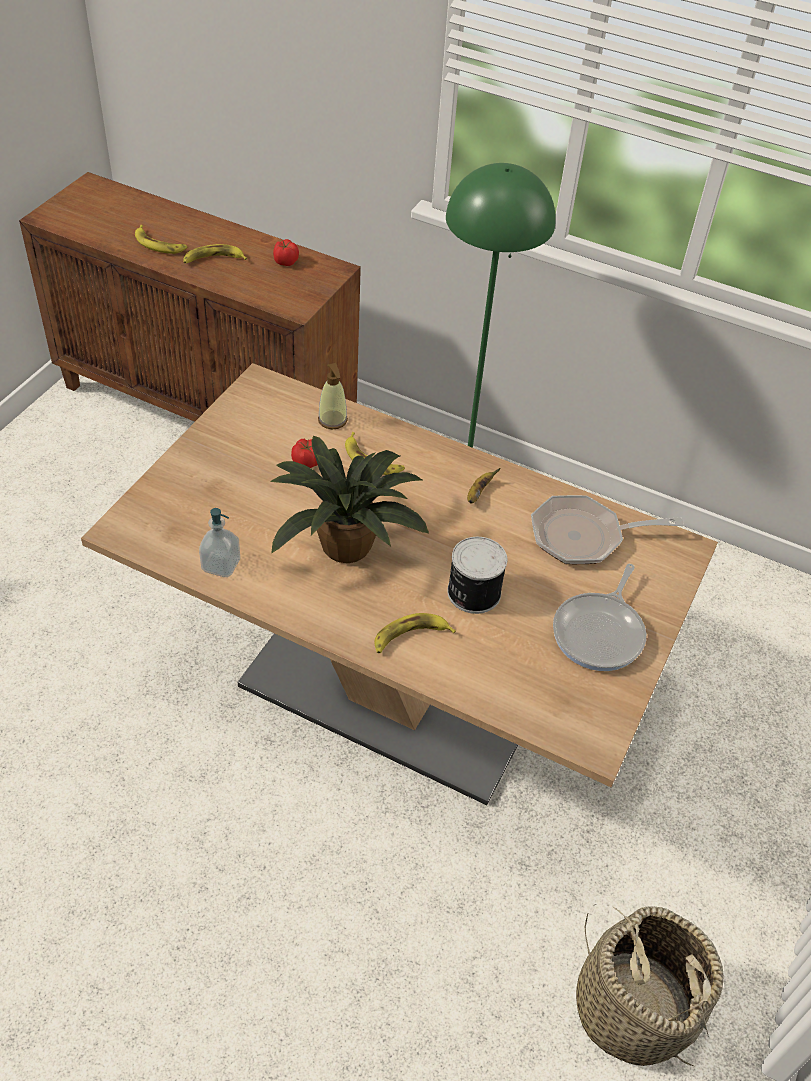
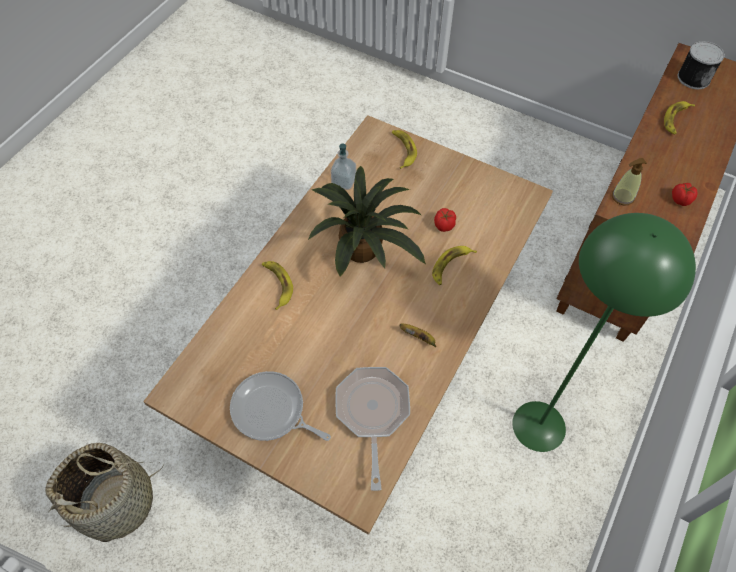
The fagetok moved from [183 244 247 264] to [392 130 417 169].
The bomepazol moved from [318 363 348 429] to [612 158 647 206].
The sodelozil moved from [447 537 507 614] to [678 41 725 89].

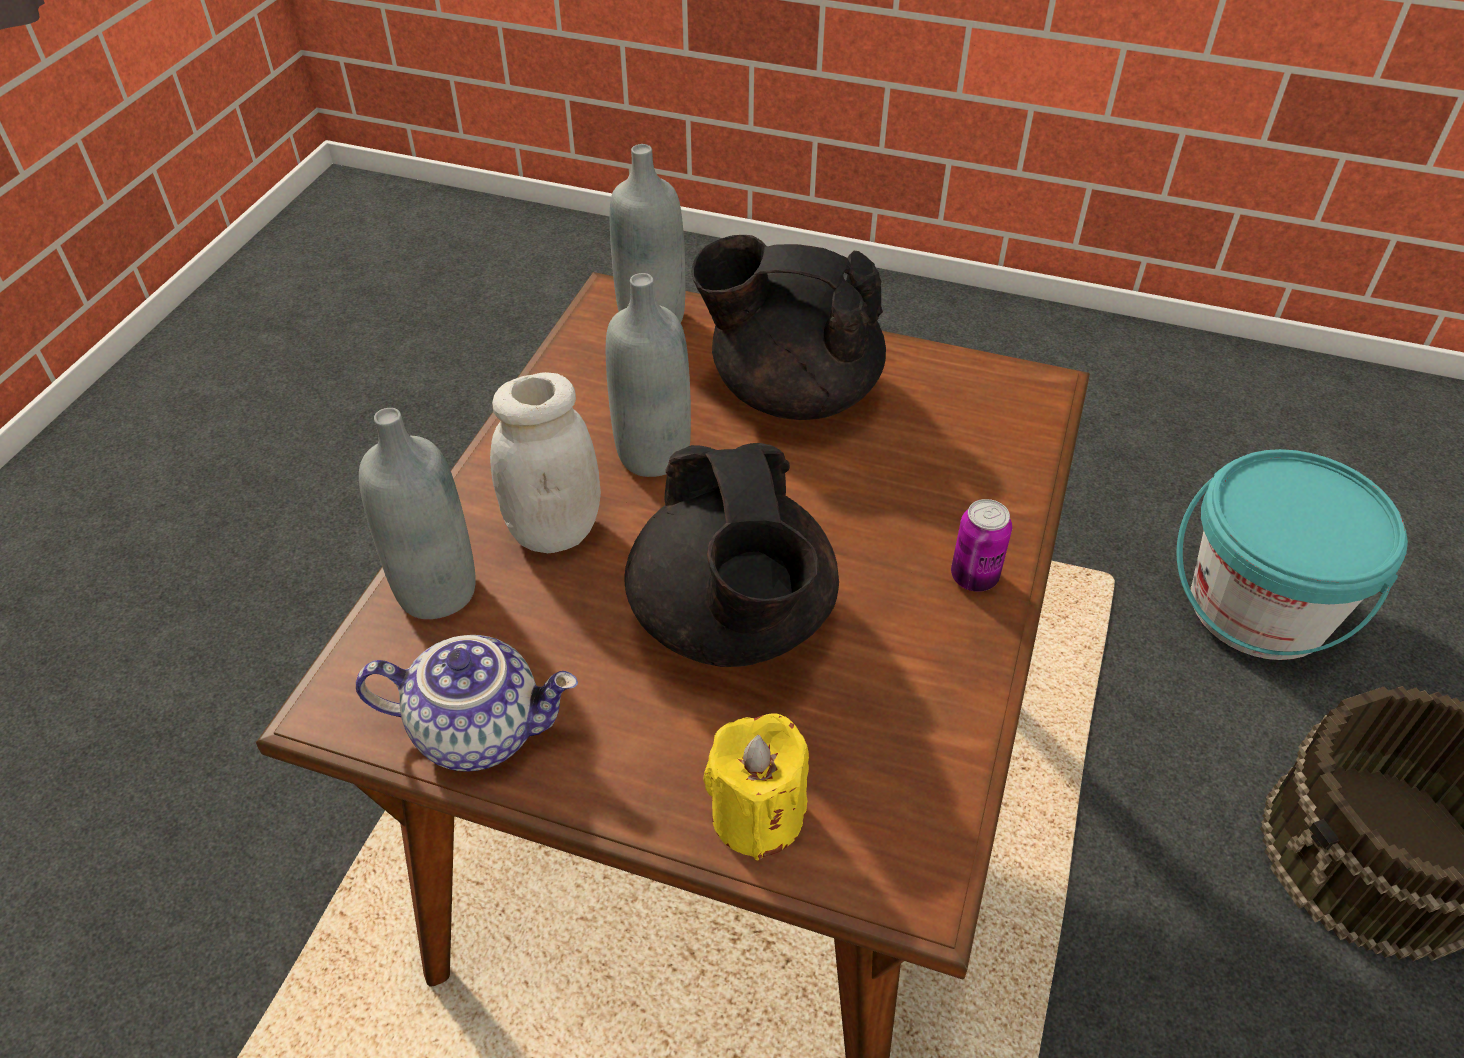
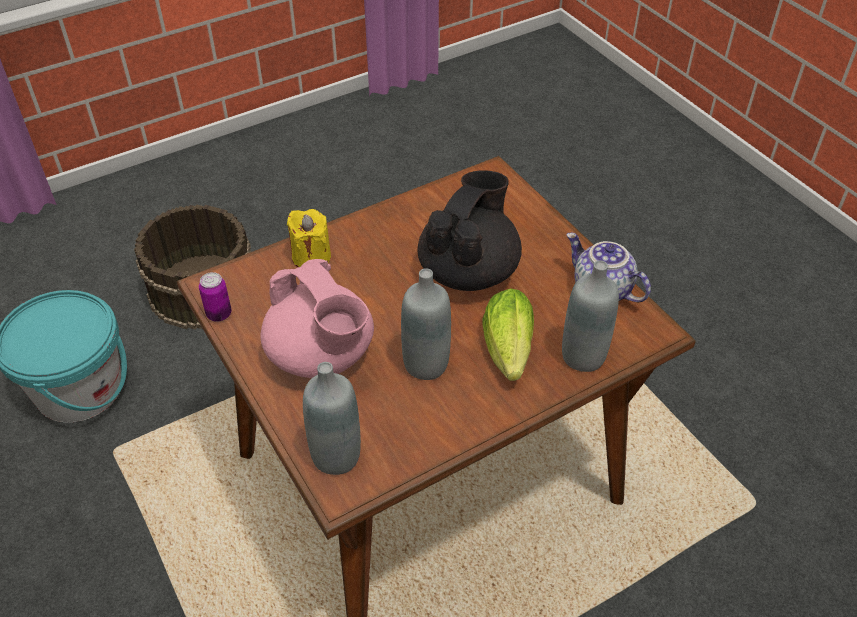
The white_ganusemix at [490 372 601 553] was replaced by the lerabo at [483 289 534 381].
The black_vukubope at [691 235 886 420] became the pink_vukubope at [261 259 374 378].
The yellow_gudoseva moved from [703 714 809 861] to [287 209 331 267].
The sodelozil moved from [951 499 1012 592] to [199 272 232 322].

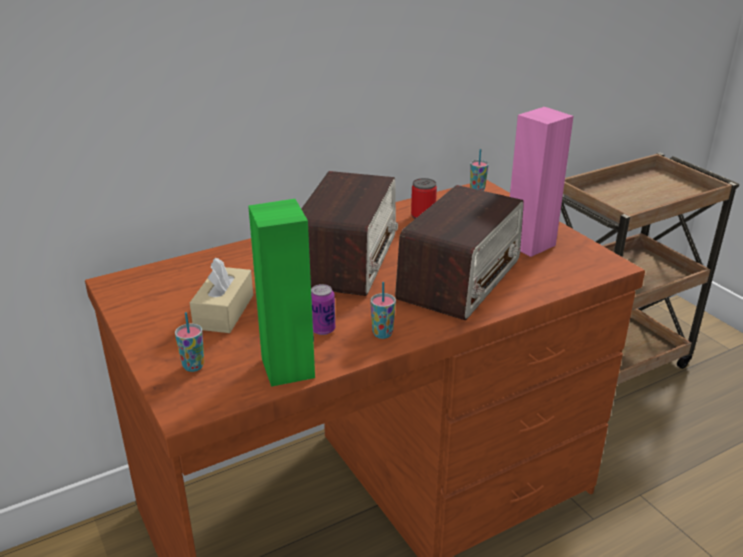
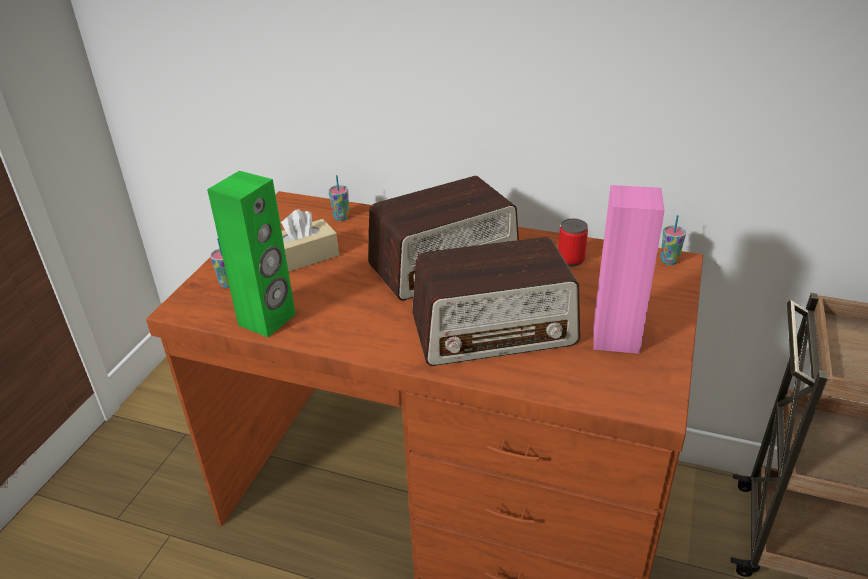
The sodelozil at [311 284 335 335] disappeared.
The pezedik moved from [370 282 396 339] to [328 175 349 221].

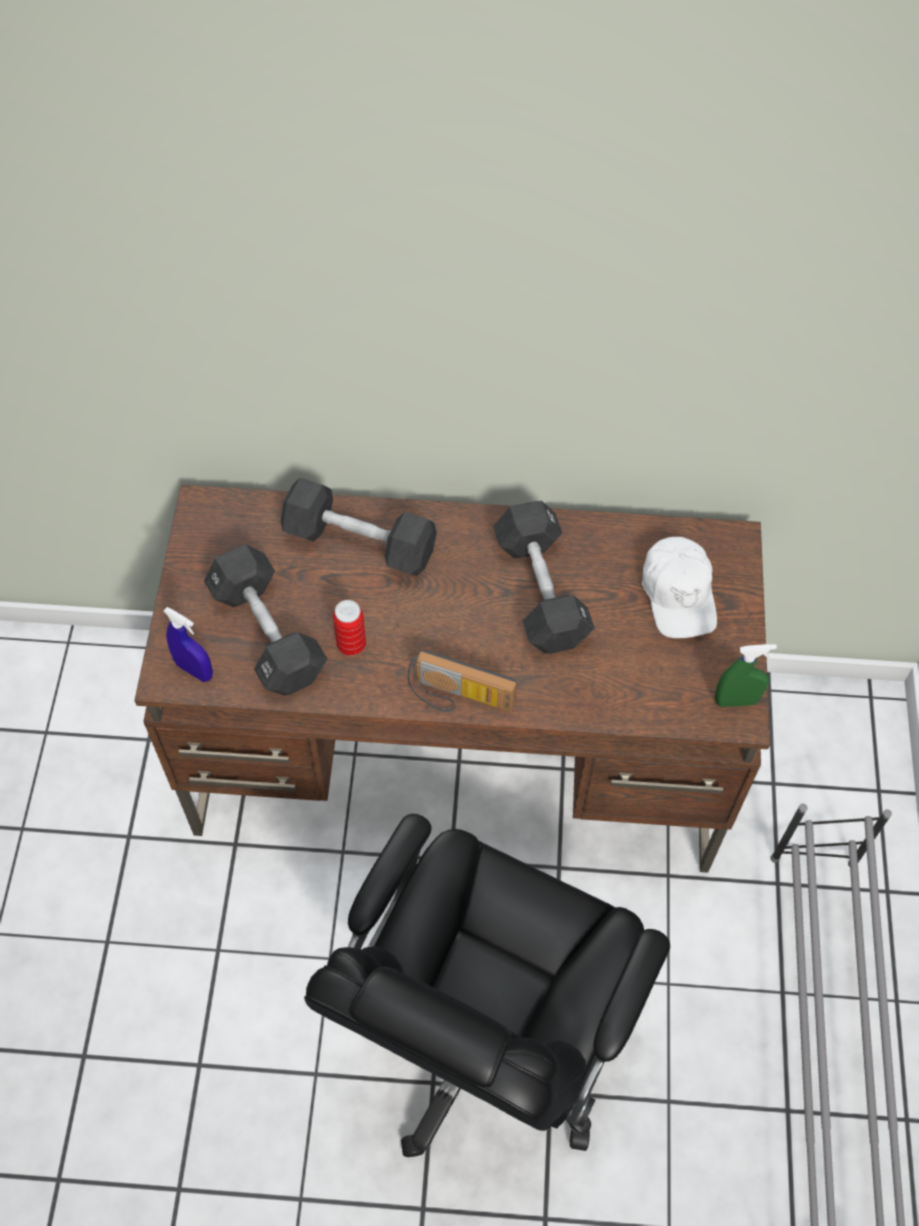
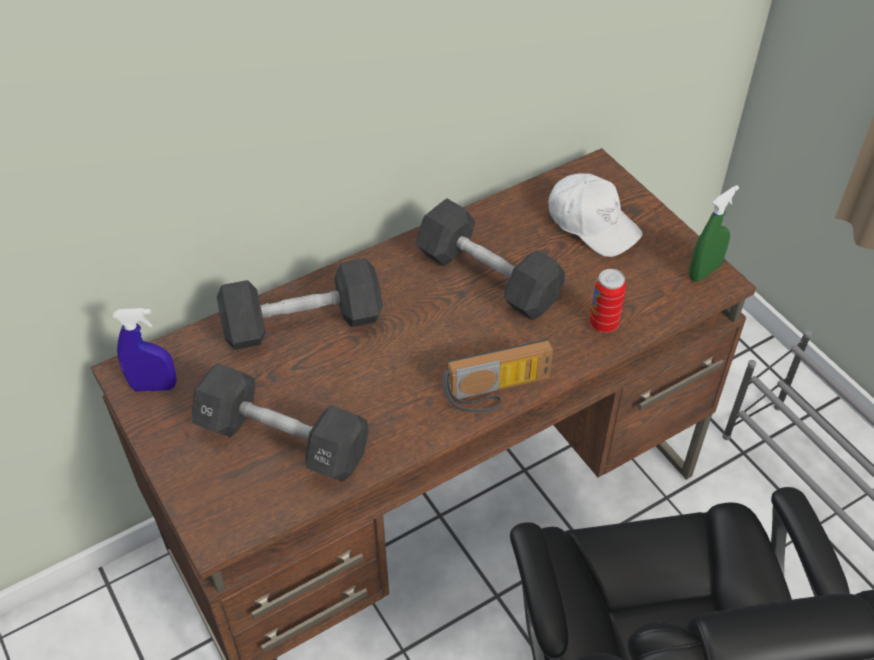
The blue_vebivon moved from [164 607 213 682] to [113 308 177 391].
The sodelozil moved from [333 600 366 656] to [590 269 626 333].

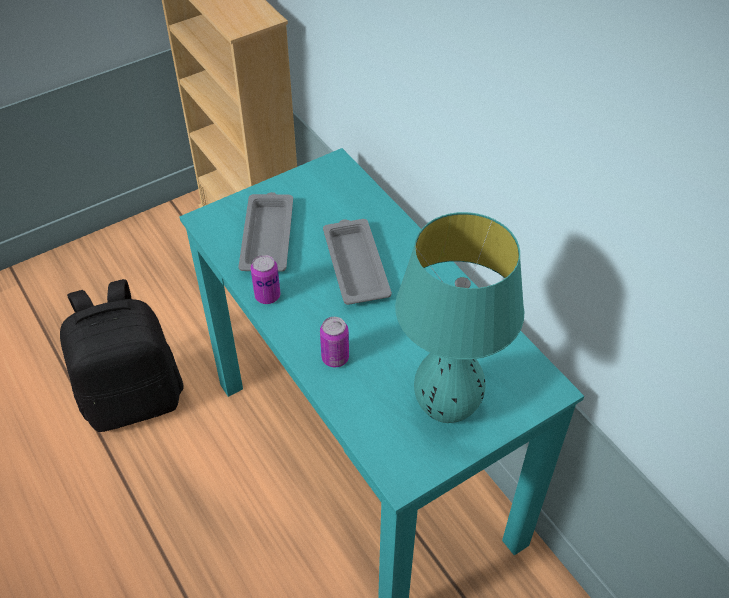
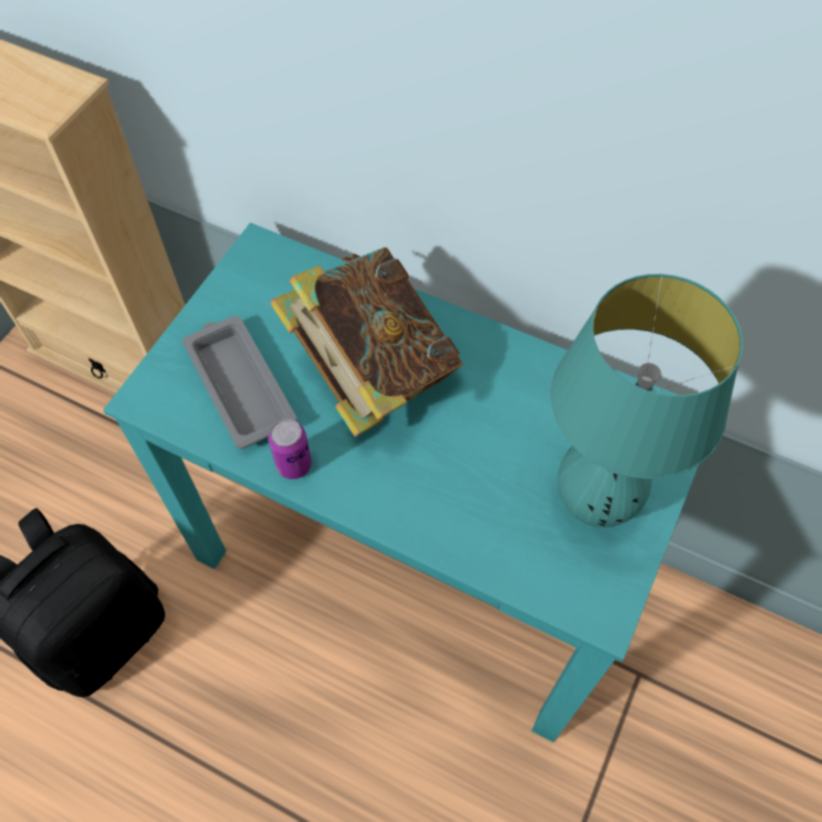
The sodelozil at [320 317 349 367] disappeared.
The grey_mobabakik at [323 219 392 305] was replaced by the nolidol at [270 247 463 437].

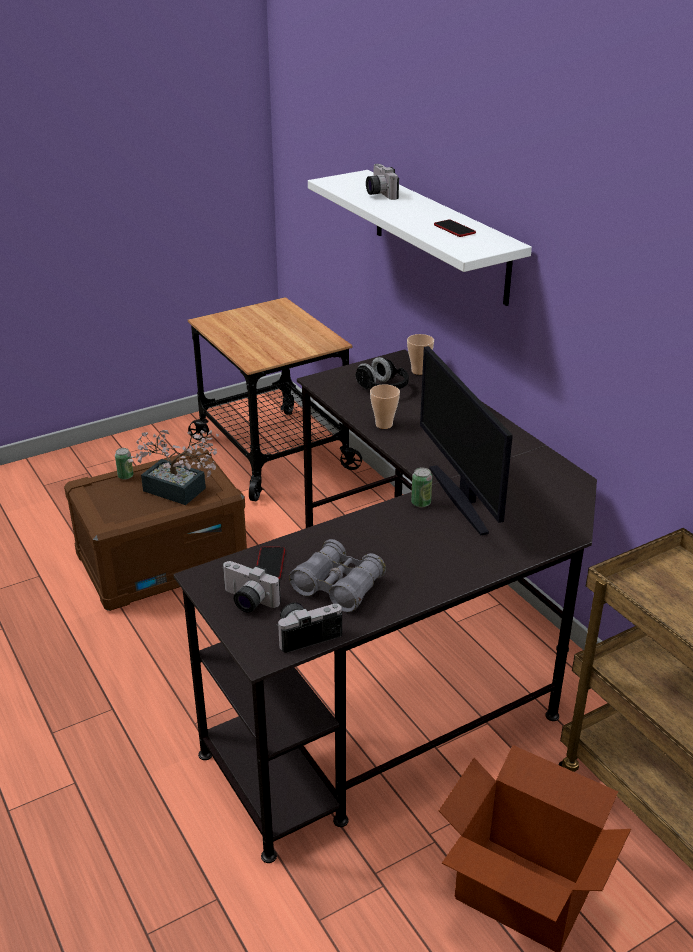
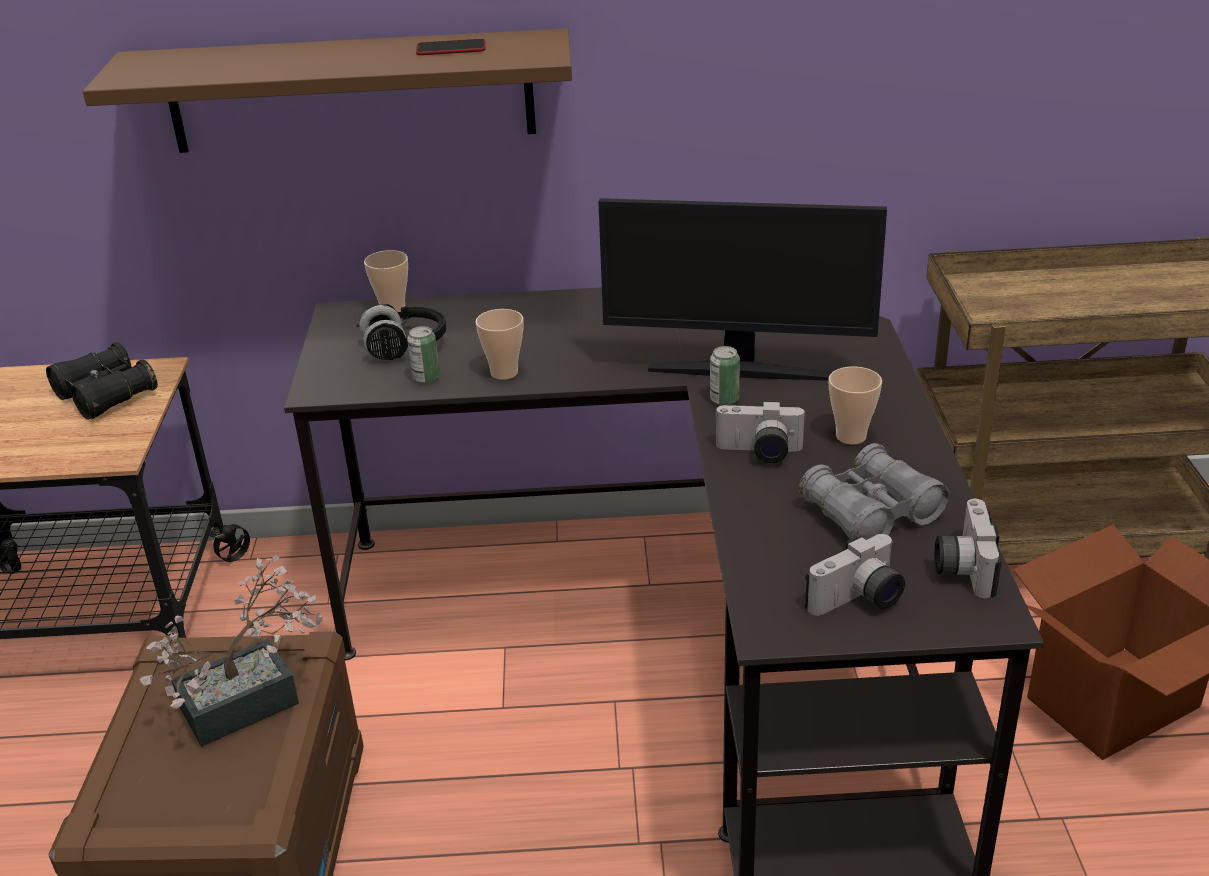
The sodelozil moved from [115 448 134 480] to [407 326 440 383].
The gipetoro at [257 546 285 579] disappeared.
The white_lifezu at [308 170 532 306] became the brown_lifezu at [83 28 572 153].
The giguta moved from [366 164 399 200] to [715 400 806 463].
The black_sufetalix at [46 342 158 420] appeared.
The pezedik at [828 366 882 445] appeared.

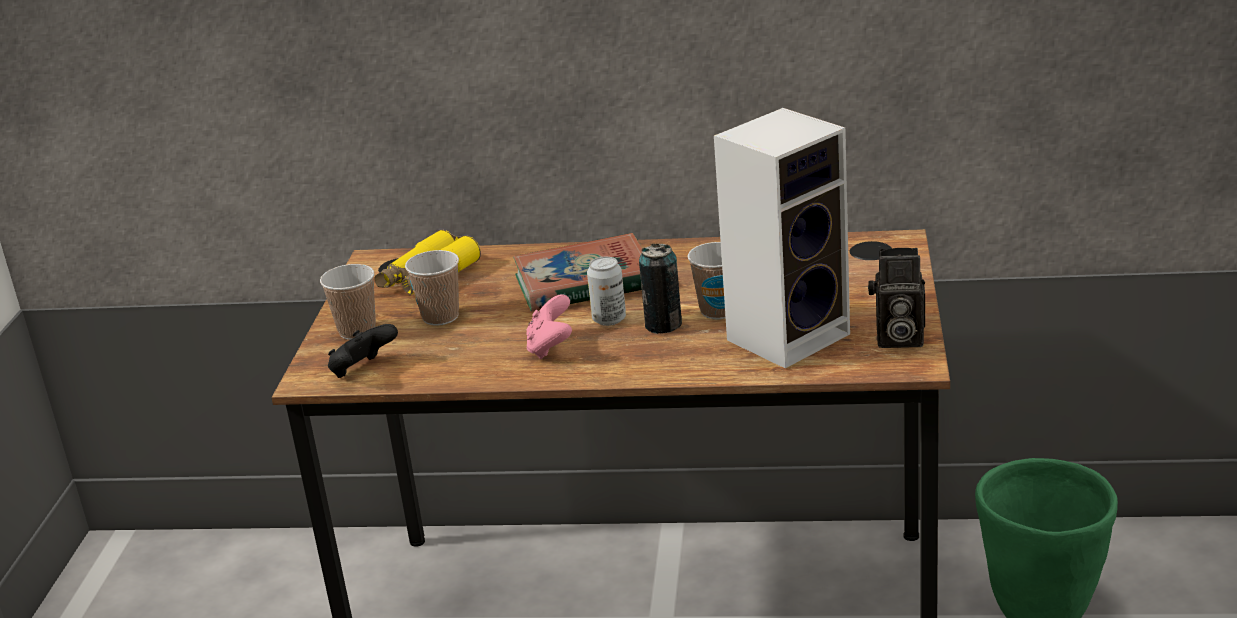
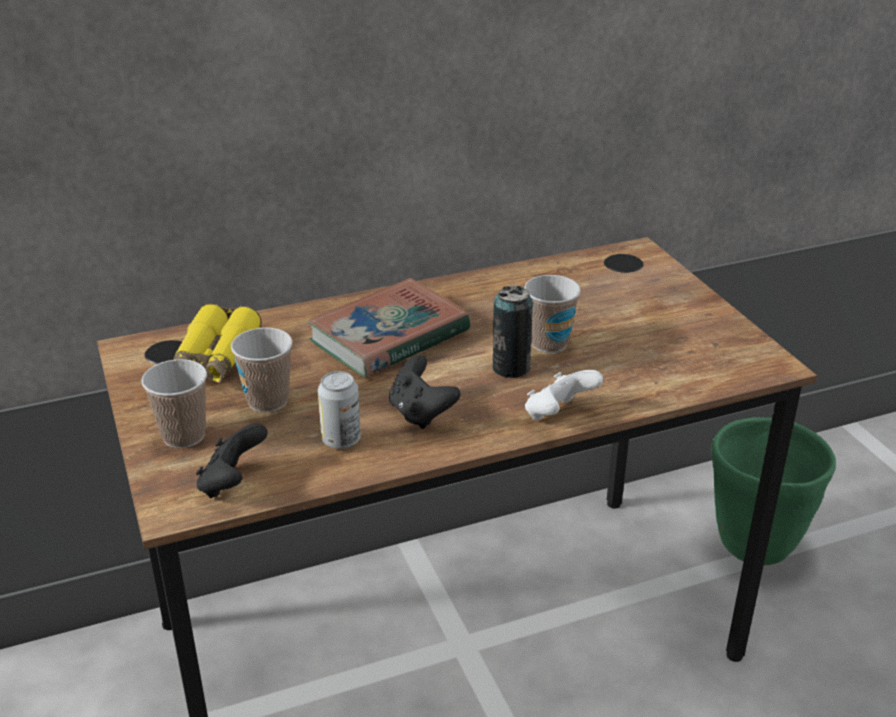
The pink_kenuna at [526 294 572 359] became the black_kenuna at [389 355 461 429].
The sodelozil moved from [587 257 626 326] to [318 371 361 449].
The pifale at [714 108 850 369] disappeared.
The giguta at [868 248 925 348] disappeared.
The white_kenuna at [525 370 603 420] appeared.

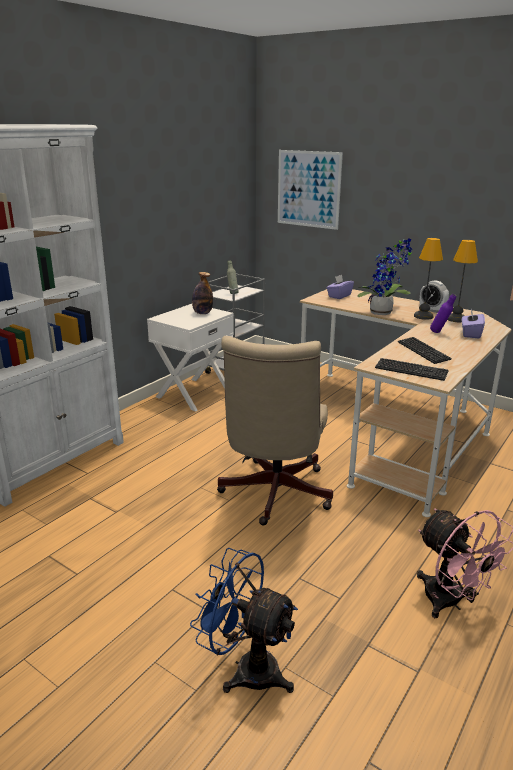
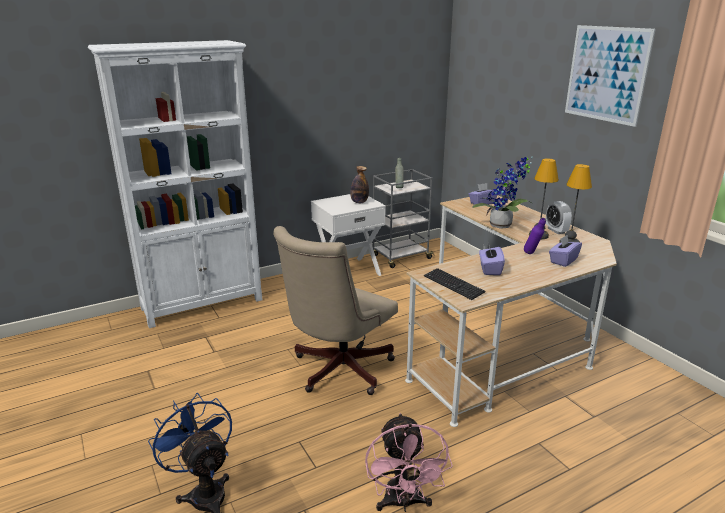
The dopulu moved from [278 150 343 230] to [565 25 656 127].
The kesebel at [398 337 452 364] was replaced by the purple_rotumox at [479 245 505 275].

